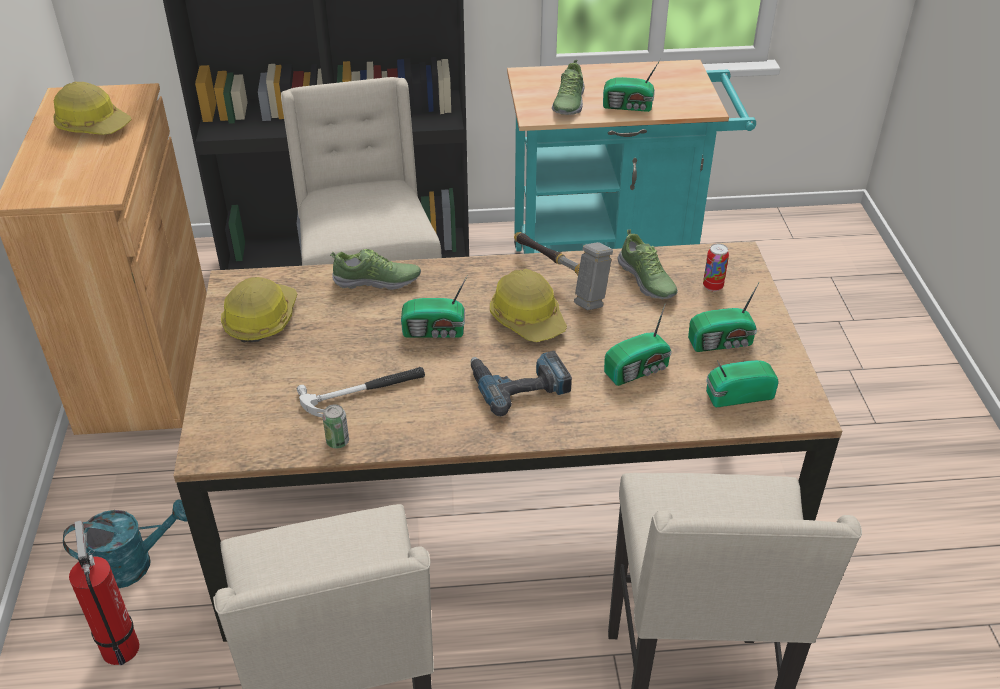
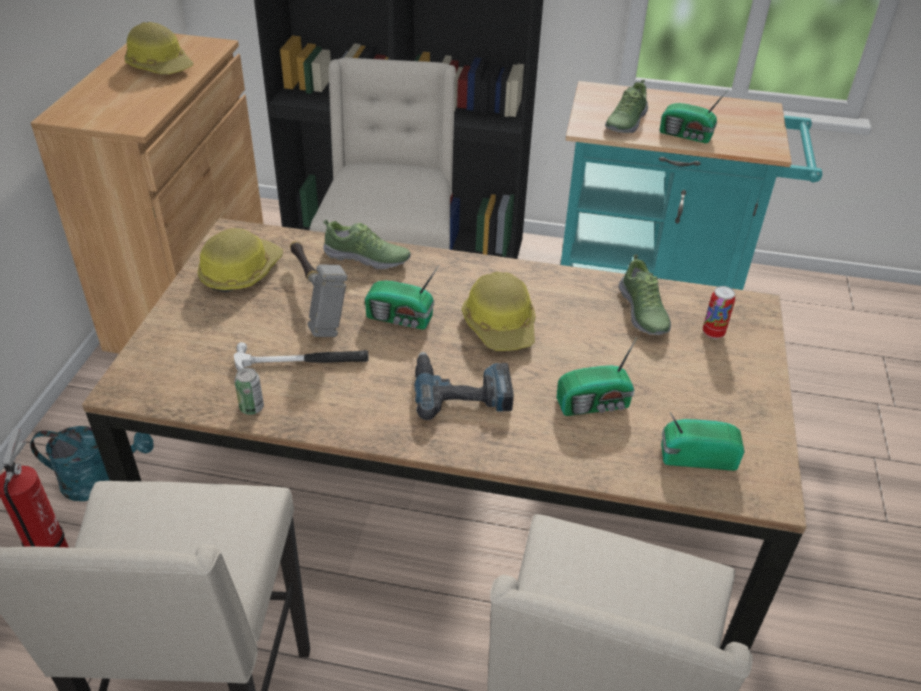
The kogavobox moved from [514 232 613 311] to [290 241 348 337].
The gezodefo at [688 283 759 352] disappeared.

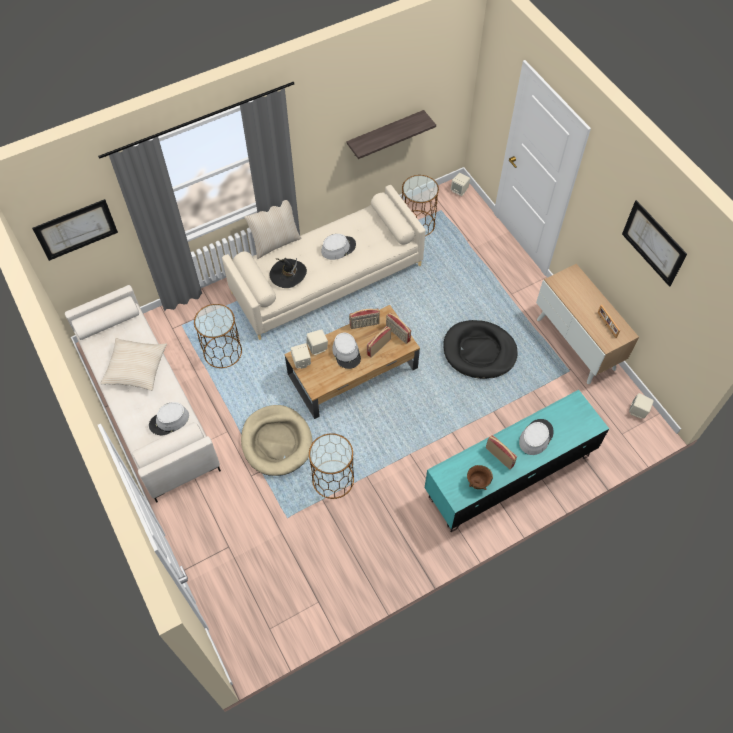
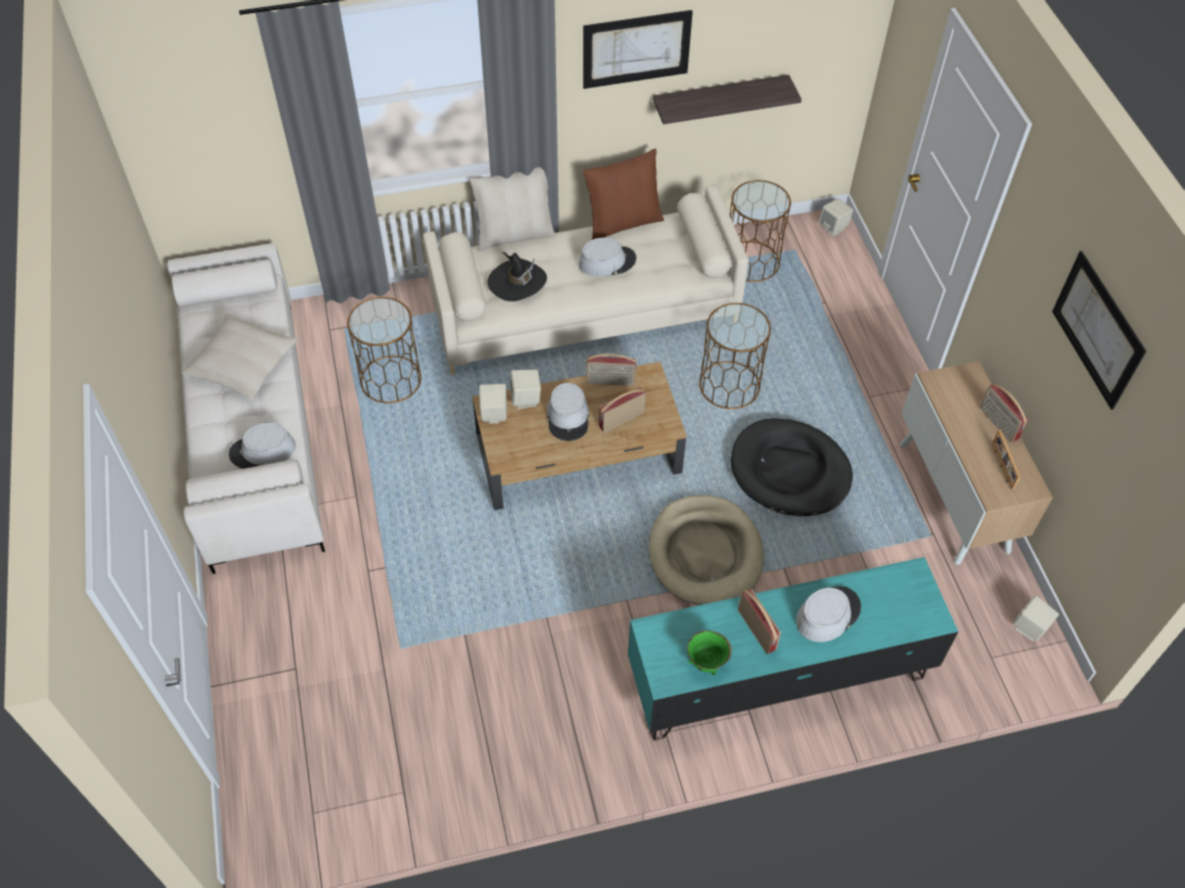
The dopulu moved from [32 199 118 261] to [583 10 693 89].
The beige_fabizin moved from [241 405 313 476] to [649 495 764 605].
The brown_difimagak moved from [309 433 354 499] to [699 303 771 409].
The gezodefo moved from [386 312 411 344] to [980 383 1028 442].
The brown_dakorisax at [467 465 493 490] became the green_dakorisax at [687 630 732 675].
The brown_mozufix at [583 148 664 240] appeared.

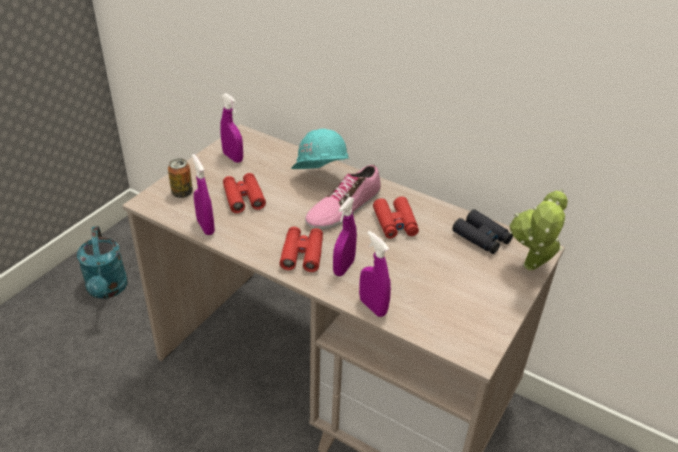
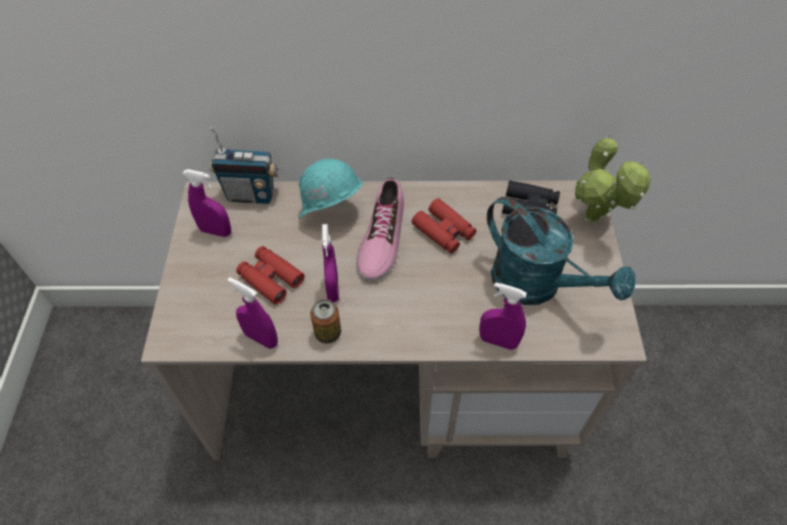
The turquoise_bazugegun moved from [77 226 128 299] to [487 197 635 305].
The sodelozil moved from [168 158 193 198] to [310 299 341 343].
The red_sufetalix at [279 227 323 272] disappeared.
The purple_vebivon moved from [333 197 357 276] to [322 224 339 302].
The gezodefo at [210 127 278 204] appeared.

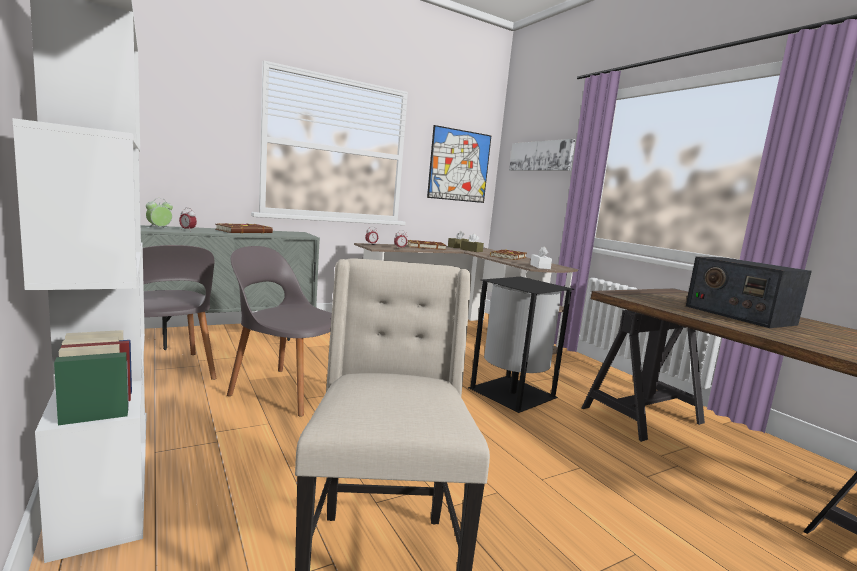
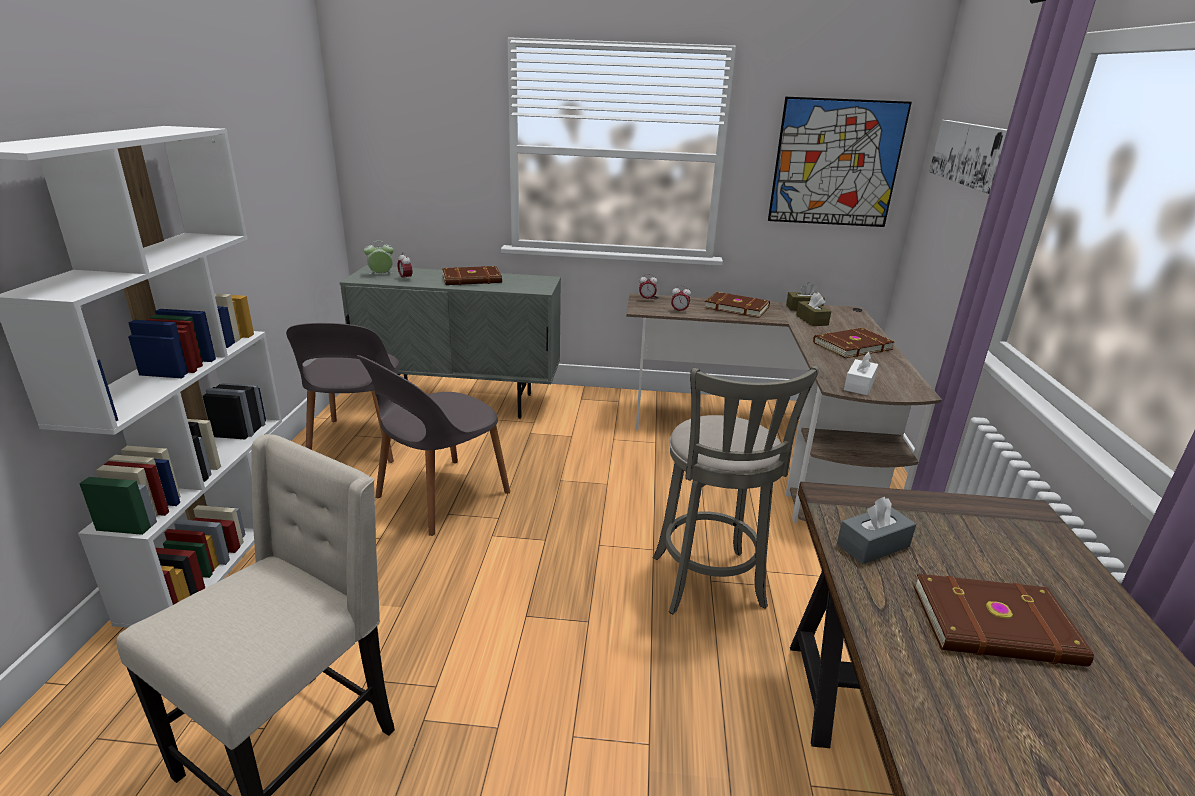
The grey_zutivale at [227 246 332 417] turned 105 degrees counterclockwise.
The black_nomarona at [468 277 574 413] was replaced by the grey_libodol at [653 366 819 615].
The gezodefo at [686 256 812 328] was replaced by the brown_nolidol at [914 574 1094 667].
The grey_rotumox at [837 497 916 564] appeared.

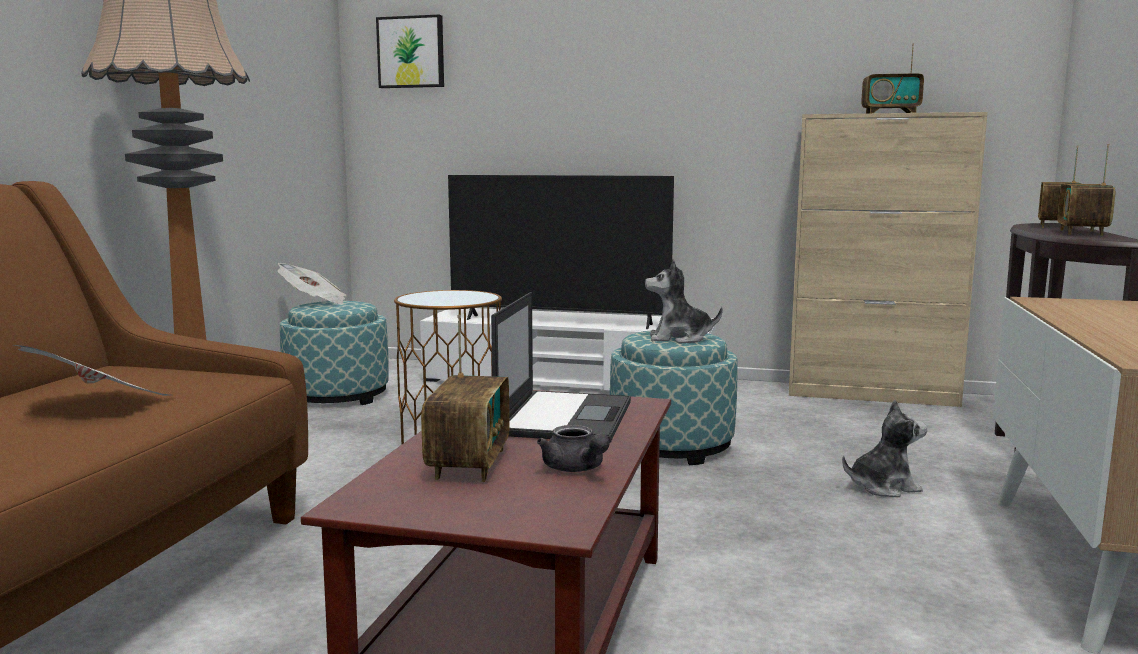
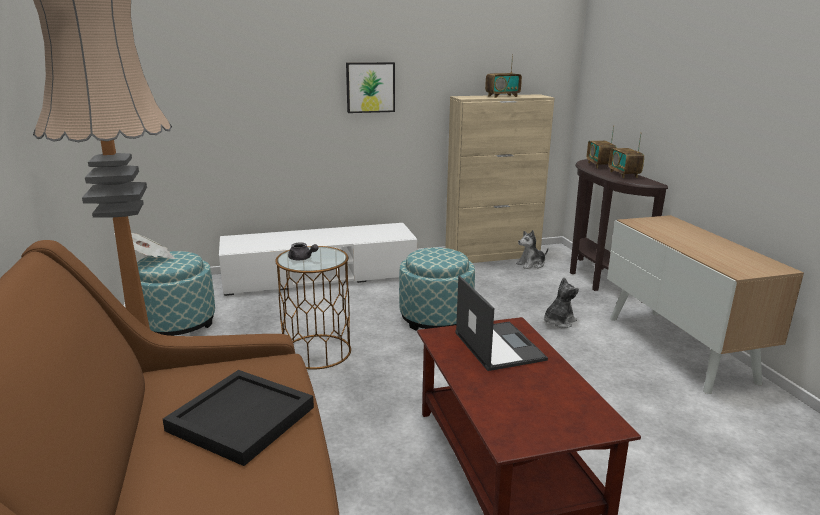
The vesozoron at [12 345 170 396] was replaced by the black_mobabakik at [163 370 314 466].
The dopulu moved from [376 15 444 88] to [346 62 395 113].
The gezodefo at [421 315 509 482] disappeared.
The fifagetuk at [448 175 674 329] disappeared.
The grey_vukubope moved from [537 425 610 472] to [288 242 318 260].
The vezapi moved from [645 259 723 344] to [516 230 548 269].

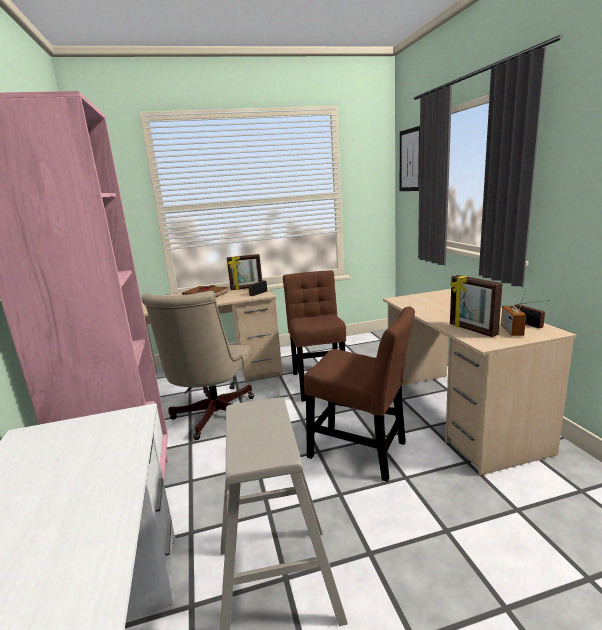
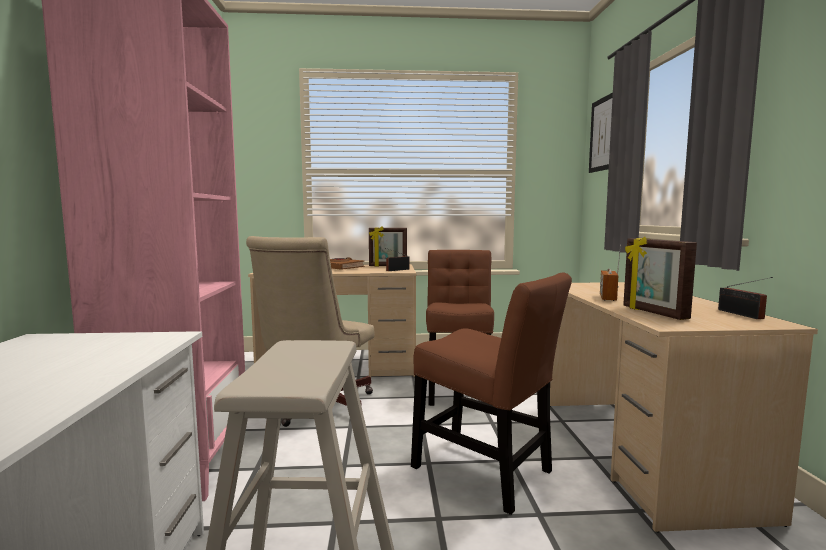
The gezodefo moved from [501 288 526 336] to [600 245 621 301].

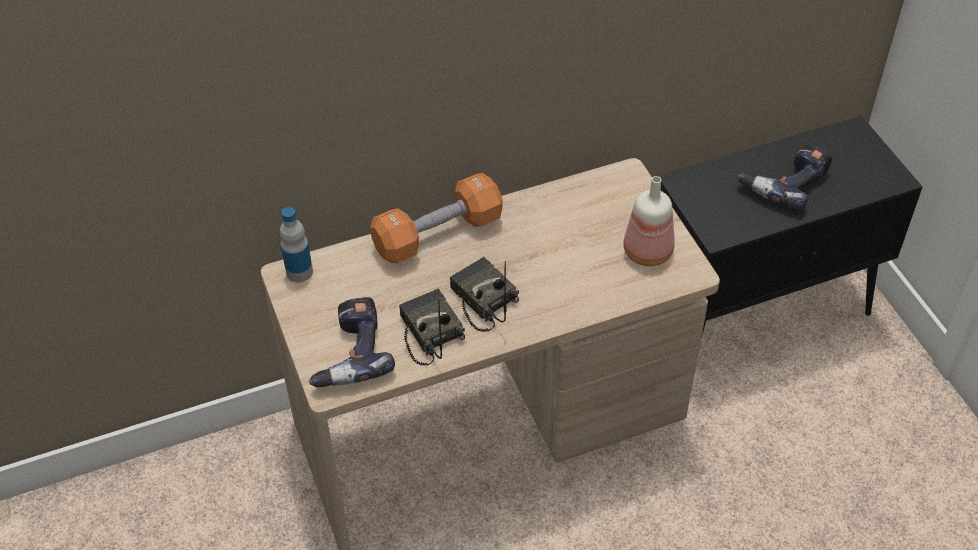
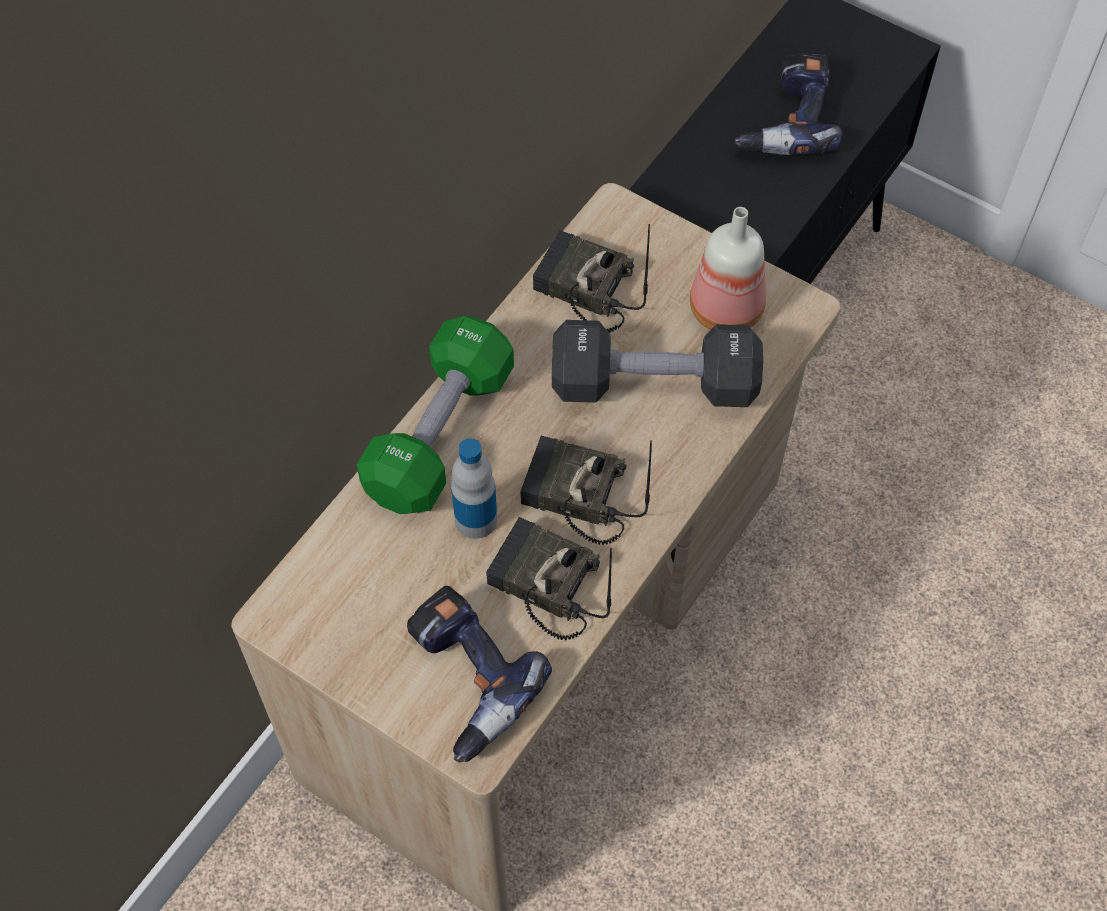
The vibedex moved from [280 207 313 282] to [451 438 497 539].
The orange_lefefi at [370 173 502 263] became the green_lefefi at [357 316 514 514].
The gezodefo at [533 224 650 333] appeared.
The black_lefefi at [552 320 763 407] appeared.

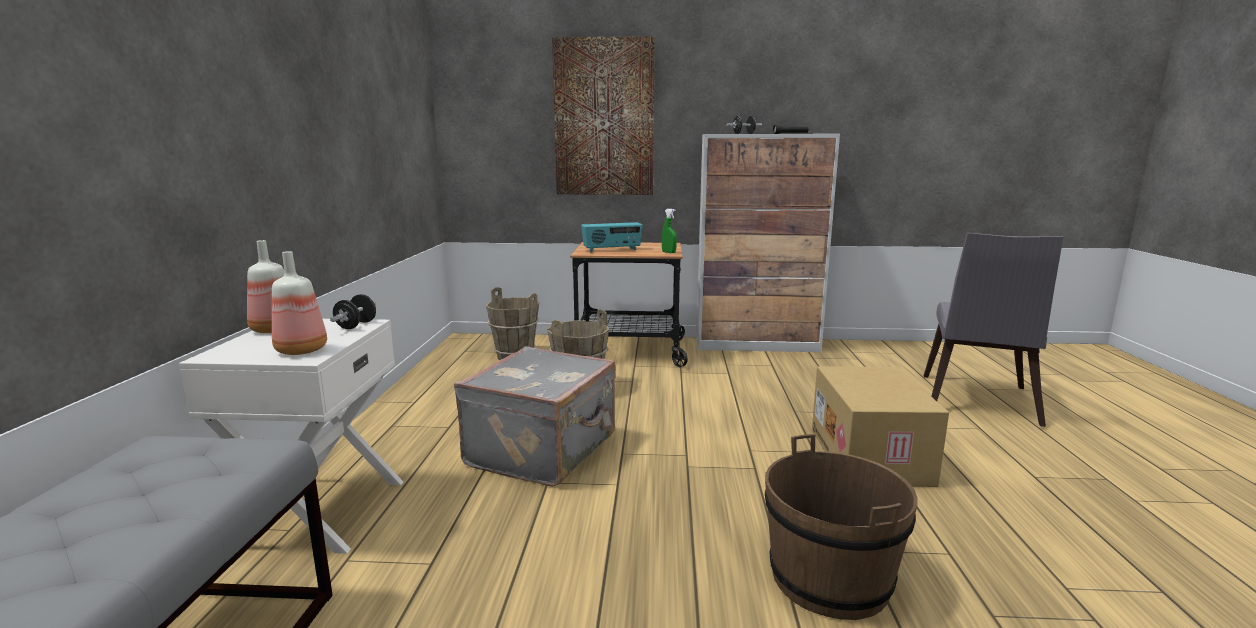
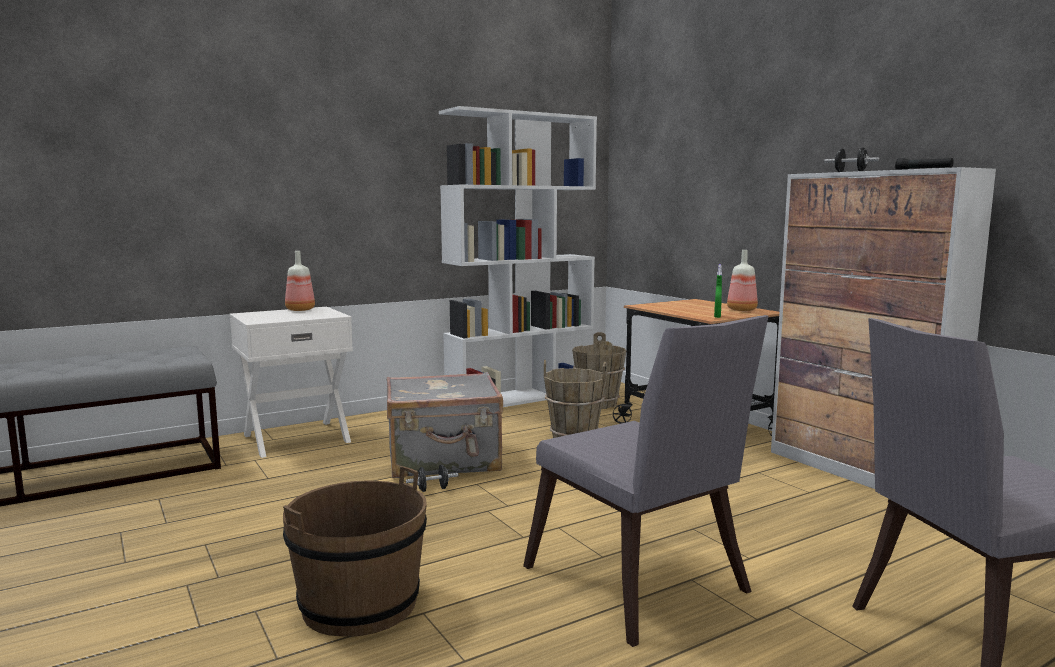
The vibedex moved from [272 251 327 355] to [727 250 758 311].
The black_lefefi moved from [330 294 376 329] to [406 465 459 492].
The dopulu at [552 36 655 195] disappeared.
The gezodefo at [581 222 643 252] disappeared.
The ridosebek at [812 366 949 487] was replaced by the grey_zutivale at [523 315 768 647].
The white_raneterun at [439 106 597 407] appeared.

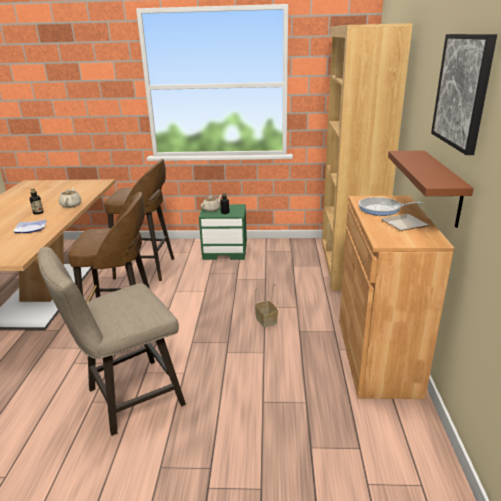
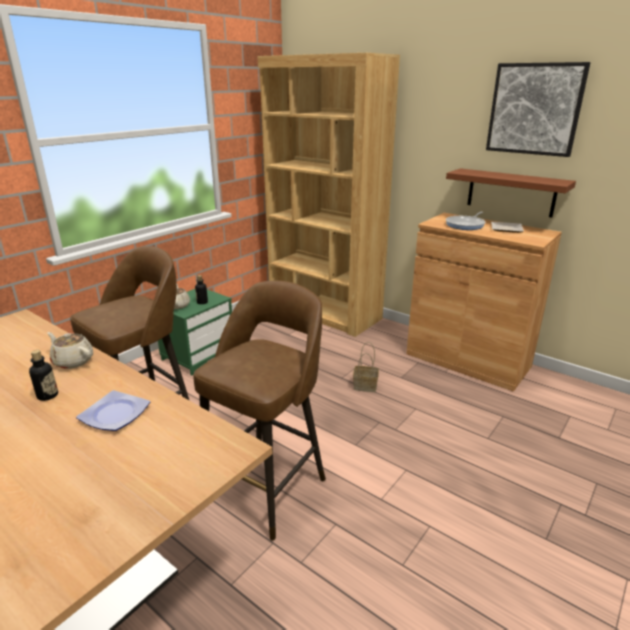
The beige_libodol at [38 247 186 436] disappeared.

